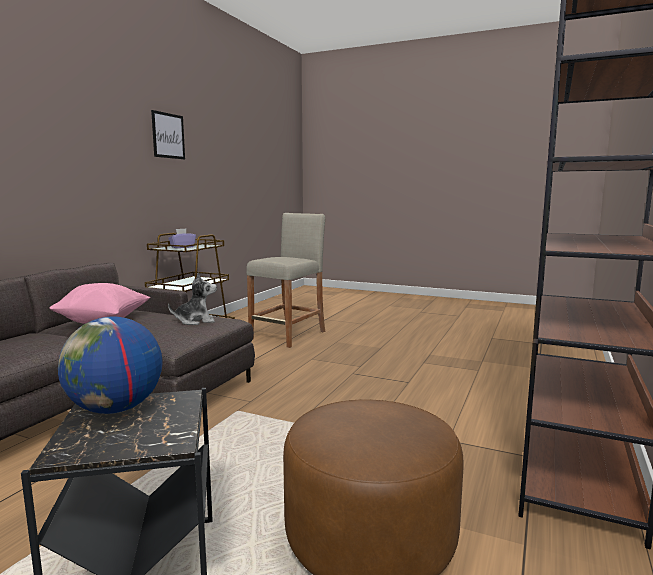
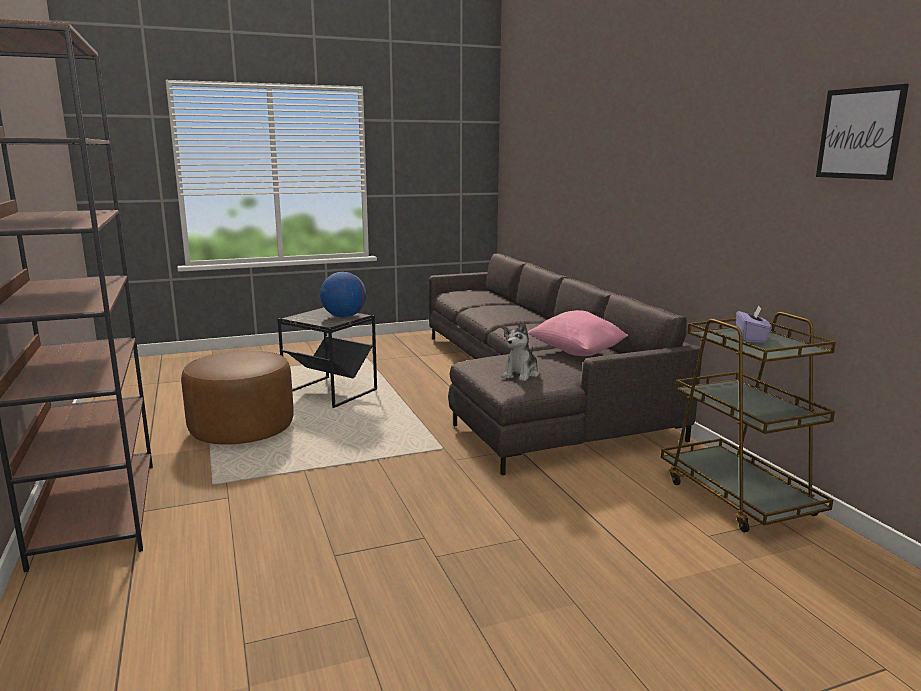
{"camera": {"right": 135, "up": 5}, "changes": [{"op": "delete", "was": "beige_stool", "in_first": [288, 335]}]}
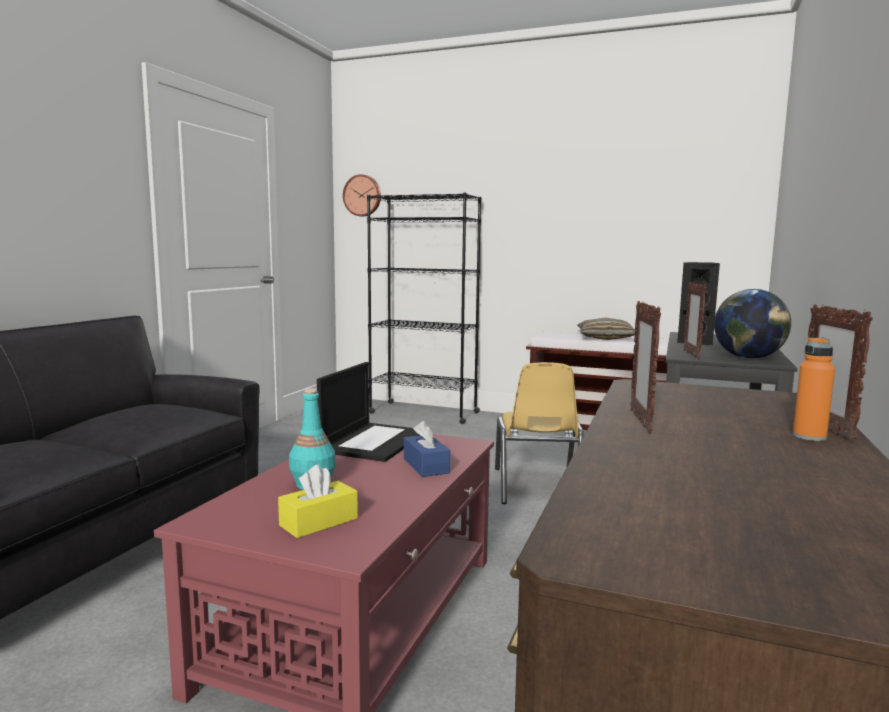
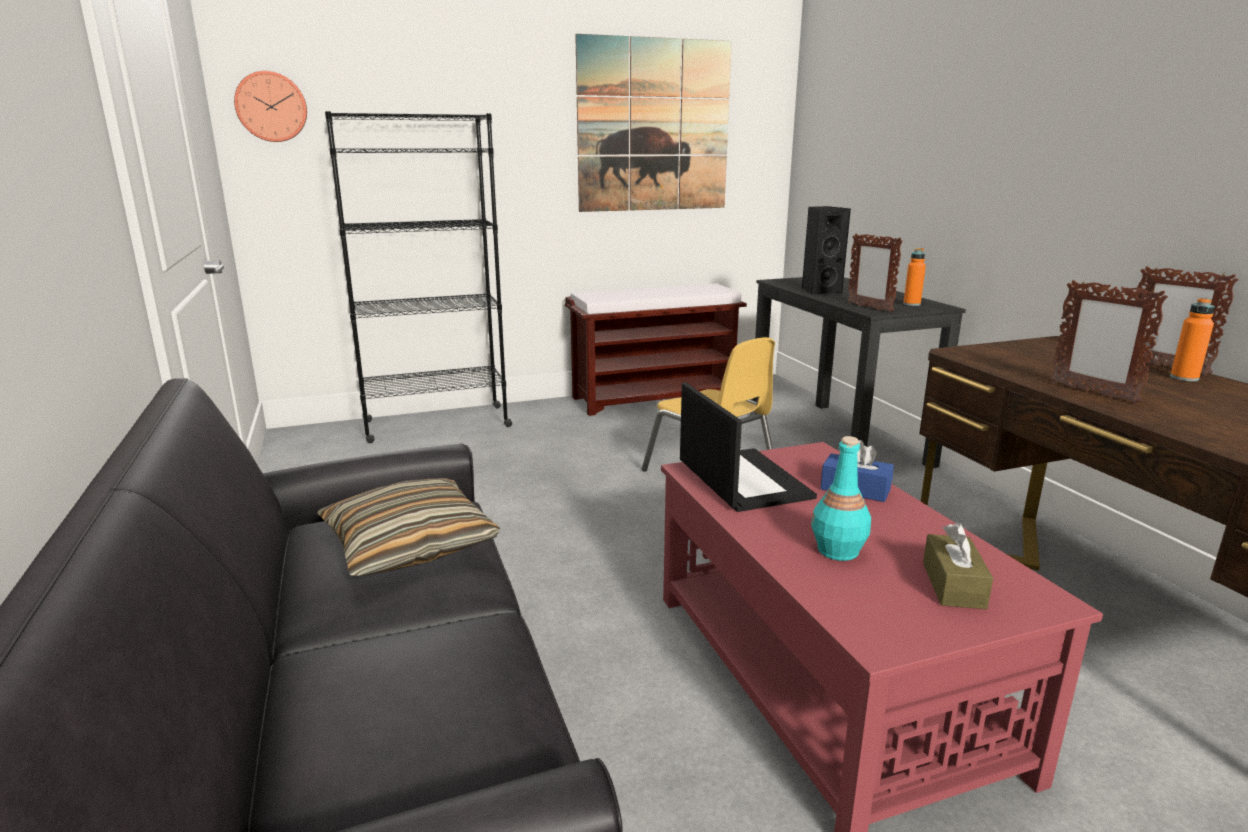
{"camera": {"right": -40, "up": 10}, "changes": [{"op": "recolor", "was": "yellow_tissue_box", "now": "brown_tissue_box", "in_first": [319, 522], "in_second": [953, 585]}, {"op": "move", "was": "pillow", "in_first": [605, 338], "in_second": [409, 544]}, {"op": "replace", "was": "globe", "now": "orange_bottle", "in_first": [748, 358], "in_second": [911, 304]}, {"op": "insert", "now": "picture", "in_second": [654, 126]}]}
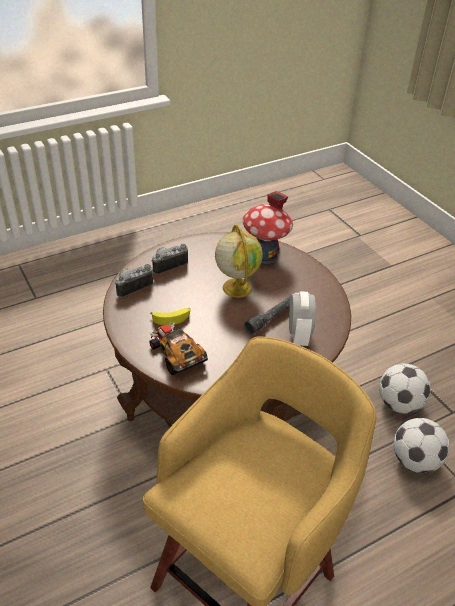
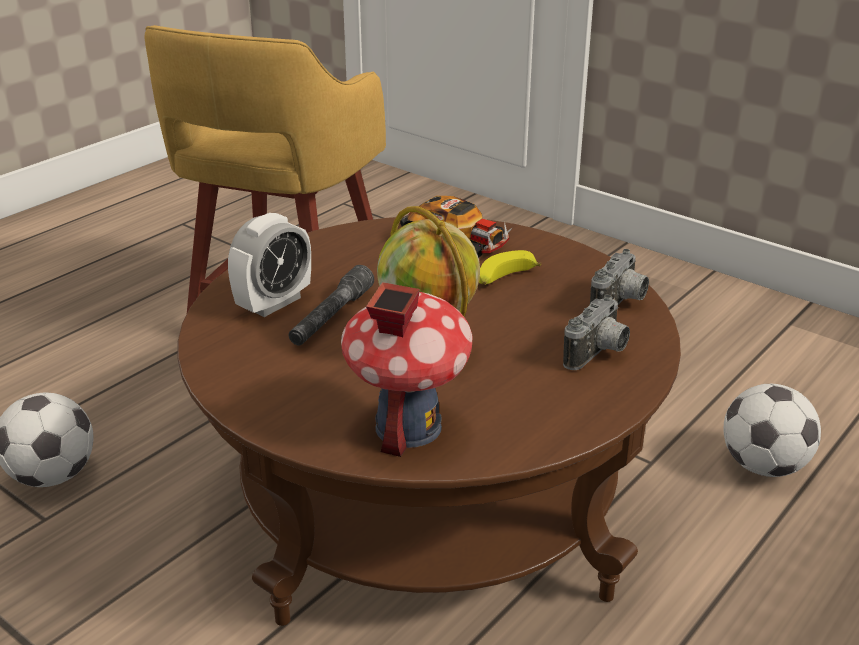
{"camera": {"right": 160, "up": -10}, "changes": [{"op": "rotate", "was": "alarm_clock", "in_first": [298, 335], "in_second": [274, 303], "clockwise": -120}, {"op": "move", "was": "football", "in_first": [399, 404], "in_second": [763, 466]}]}
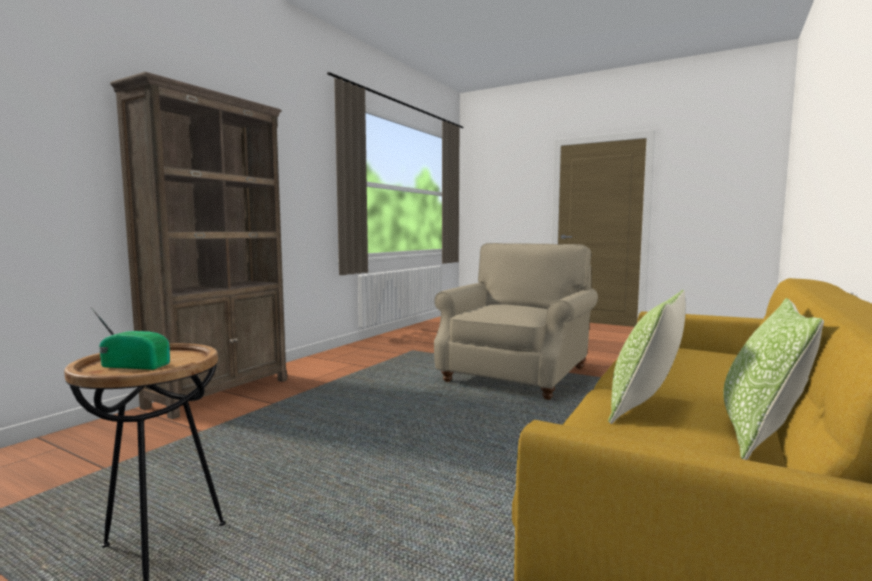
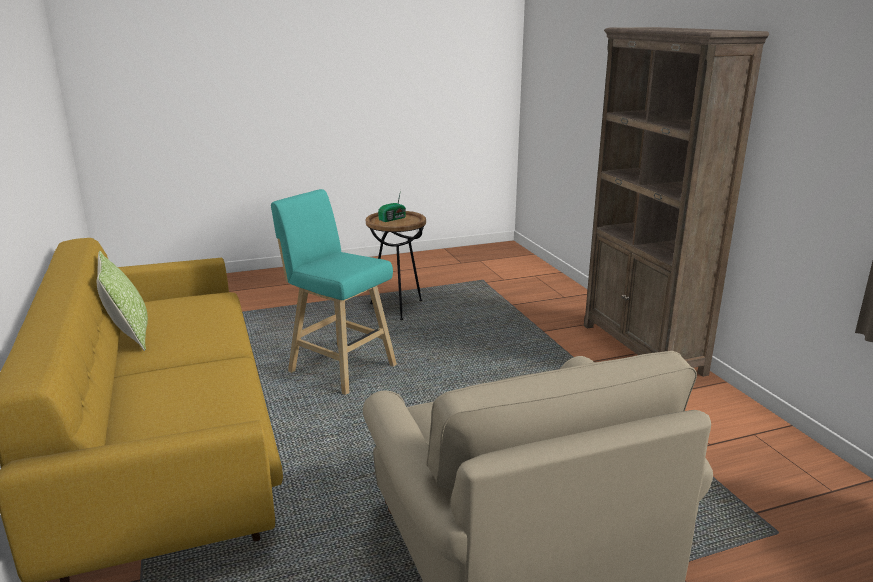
{"camera": {"right": 130, "up": 15}, "changes": [{"op": "delete", "was": "pillow", "in_first": [644, 407]}, {"op": "insert", "now": "turquoise_stool", "in_second": [339, 367]}]}
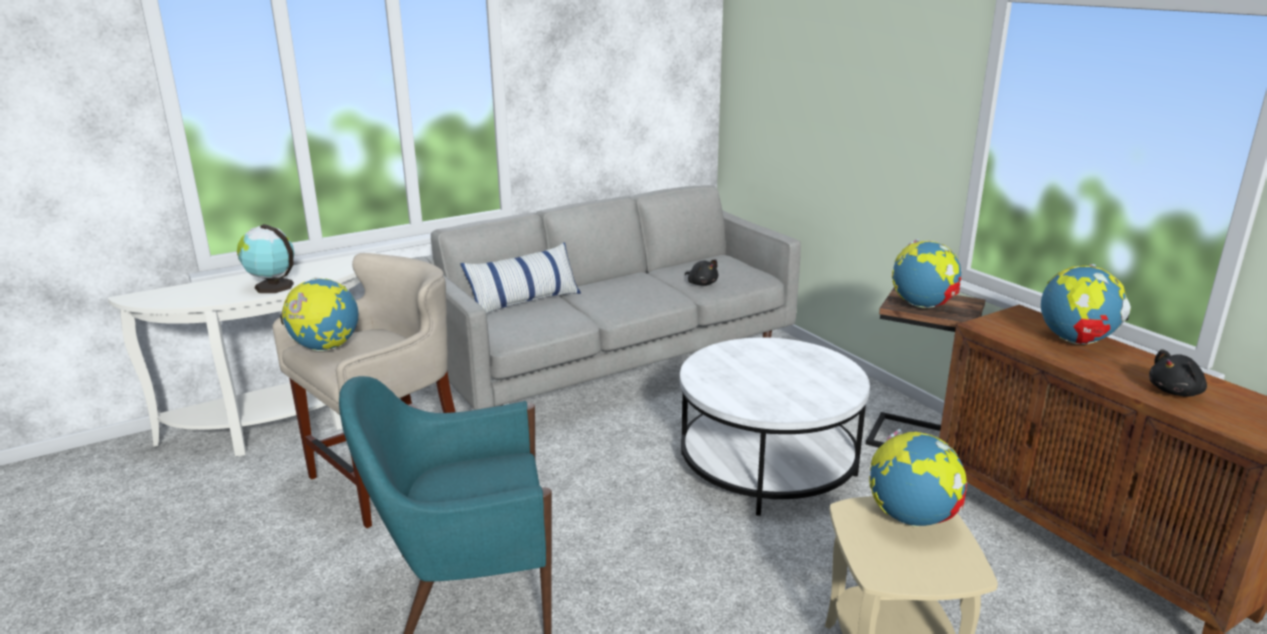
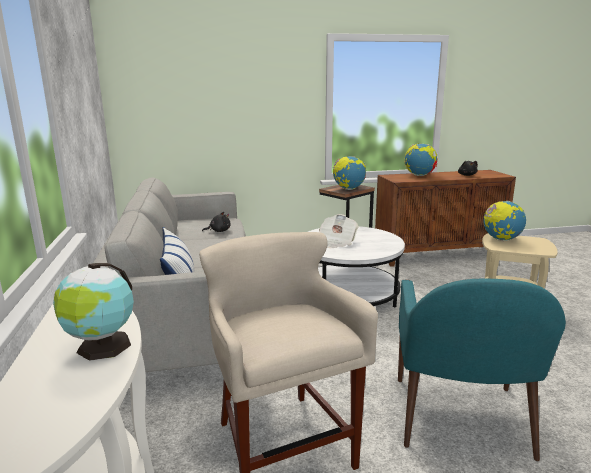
{"camera": {"right": -70, "up": -5}, "changes": [{"op": "delete", "was": "globe", "in_first": [325, 348]}, {"op": "insert", "now": "newspaper", "in_second": [337, 242]}]}
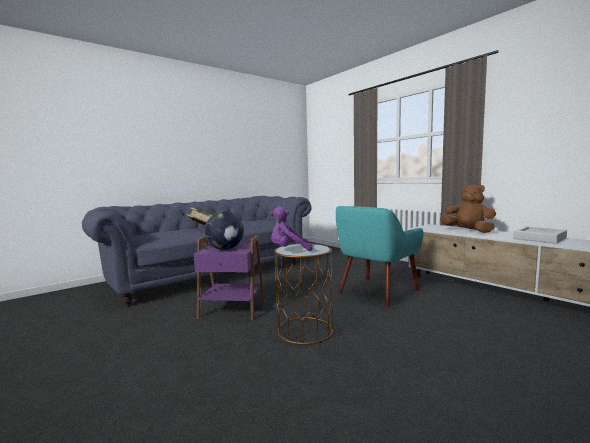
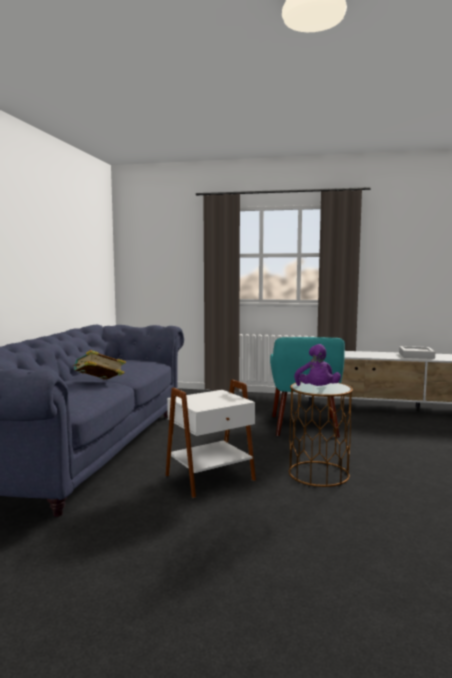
{"camera": {"right": -40, "up": 0}, "changes": [{"op": "recolor", "was": "purple_side_table", "now": "white_side_table", "in_first": [232, 310], "in_second": [211, 478]}, {"op": "delete", "was": "globe", "in_first": [225, 249]}, {"op": "rotate", "was": "purple_plush_toy", "in_first": [289, 250], "in_second": [317, 390], "clockwise": -45}, {"op": "delete", "was": "brown_plush_toy", "in_first": [468, 231]}]}
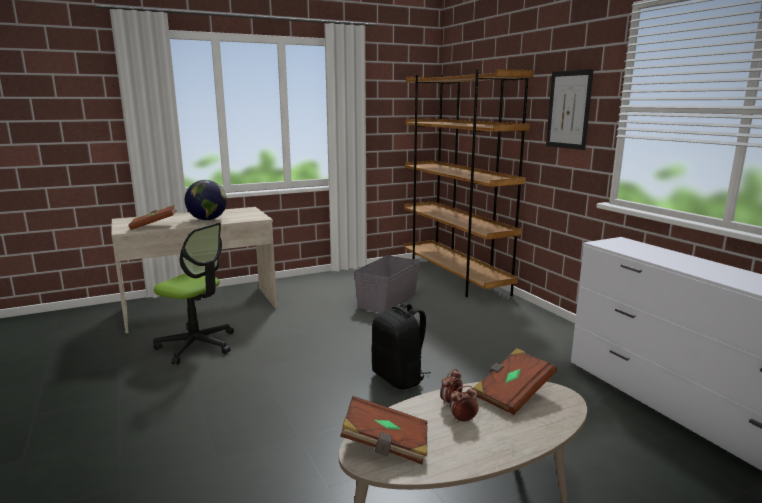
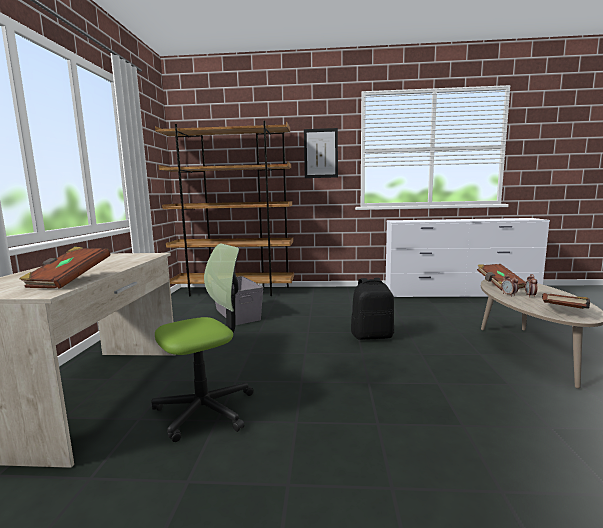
{"camera": {"right": -60, "up": -5}, "changes": [{"op": "delete", "was": "globe", "in_first": [208, 219]}]}
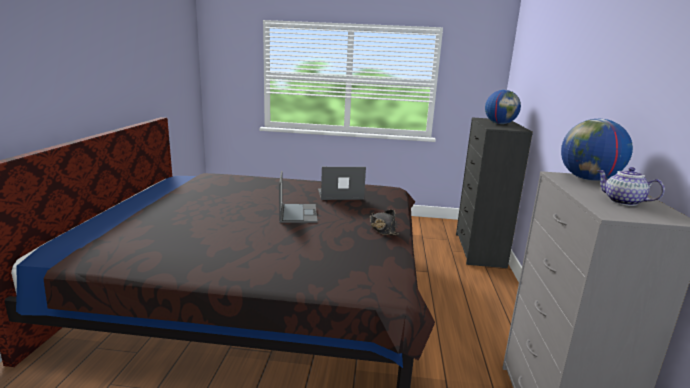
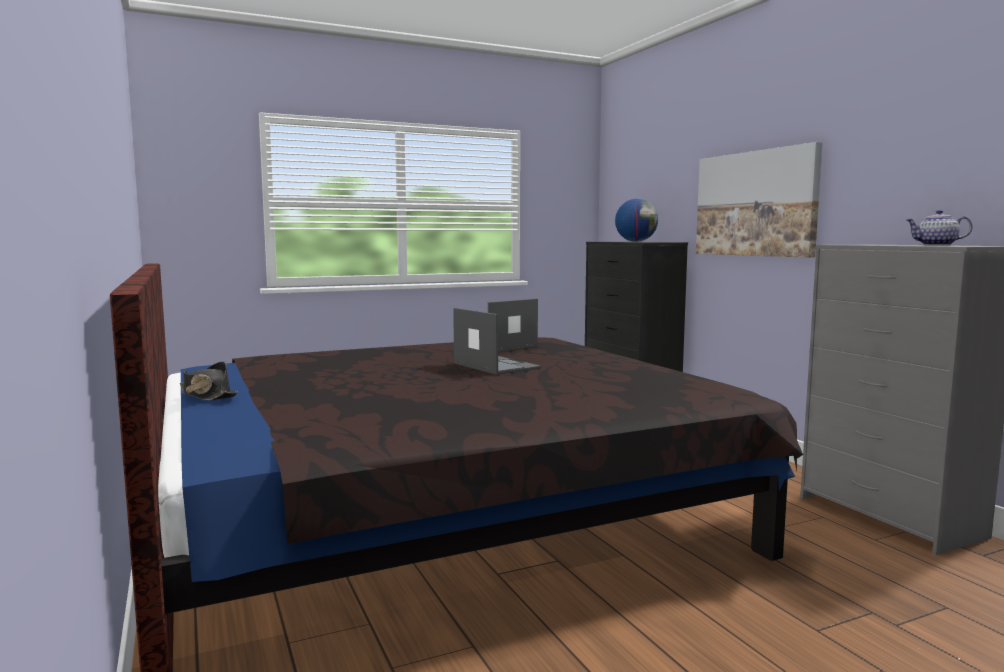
{"camera": {"right": -30, "up": -10}, "changes": [{"op": "move", "was": "black_hat", "in_first": [382, 228], "in_second": [207, 395]}, {"op": "delete", "was": "globe", "in_first": [588, 179]}, {"op": "insert", "now": "picture", "in_second": [755, 204]}]}
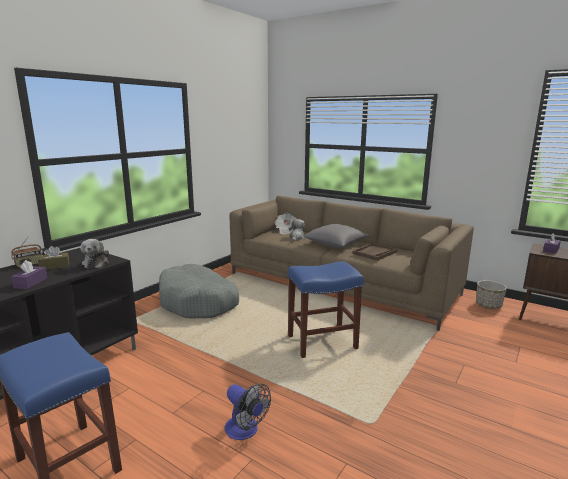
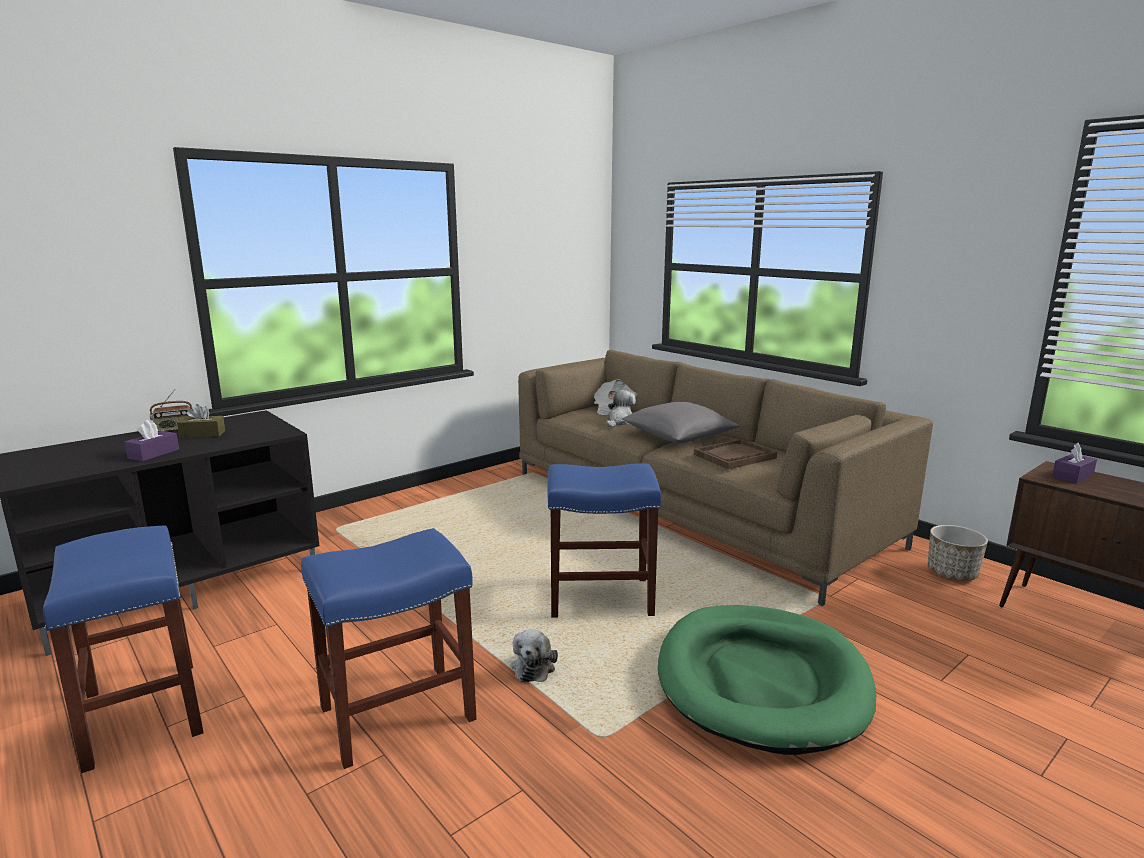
{"camera": {"right": 15, "up": 0}, "changes": [{"op": "move", "was": "plush_toy", "in_first": [96, 263], "in_second": [534, 666]}, {"op": "delete", "was": "grey_dog_bed", "in_first": [198, 302]}, {"op": "replace", "was": "fan", "now": "blue_stool", "in_first": [245, 431], "in_second": [399, 712]}, {"op": "insert", "now": "green_dog_bed", "in_second": [761, 681]}]}
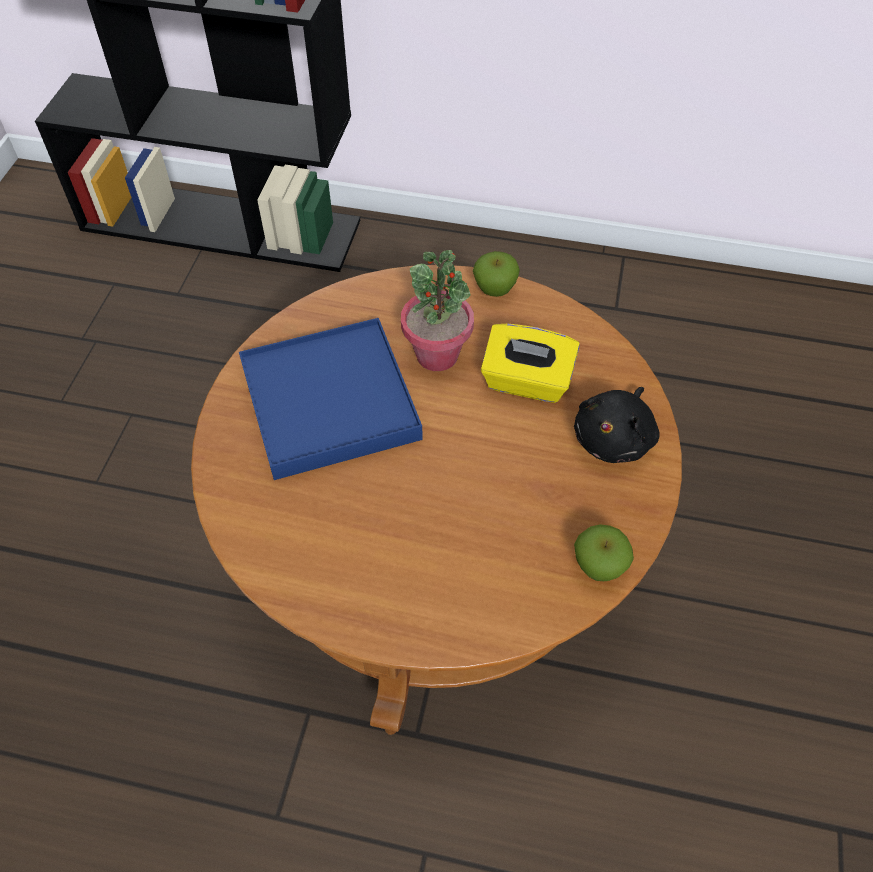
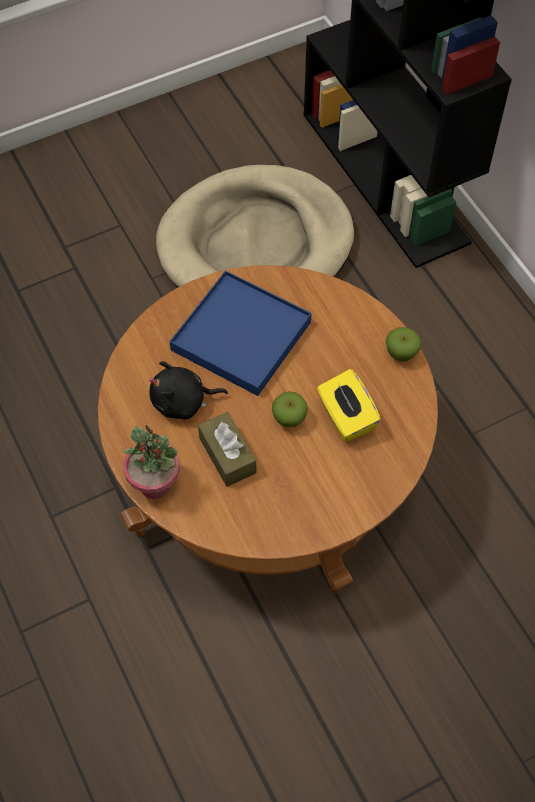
{"camera": {"right": 50, "up": 5}, "changes": [{"op": "move", "was": "potted_plant", "in_first": [437, 355], "in_second": [155, 484]}, {"op": "move", "was": "black_plush_toy", "in_first": [614, 438], "in_second": [183, 402]}, {"op": "move", "was": "apple", "in_first": [598, 567], "in_second": [289, 419]}, {"op": "insert", "now": "beige_dog_bed", "in_second": [256, 245]}, {"op": "insert", "now": "brown_tissue_box", "in_second": [227, 455]}]}
